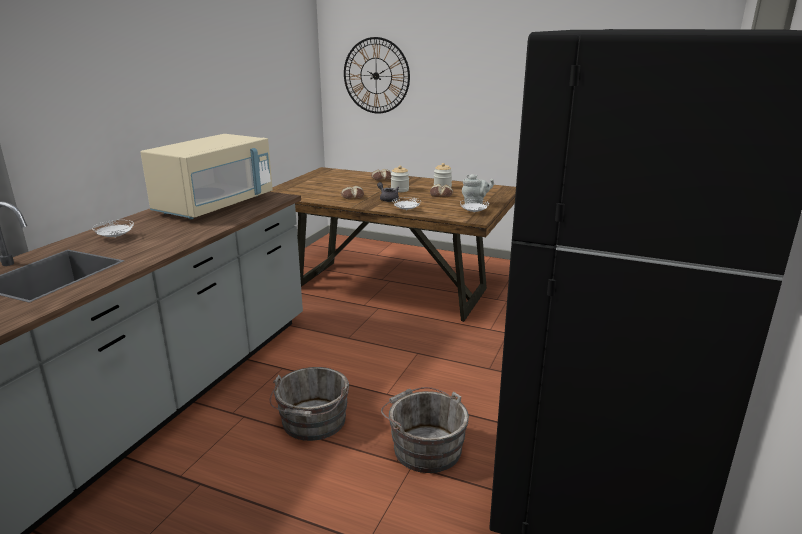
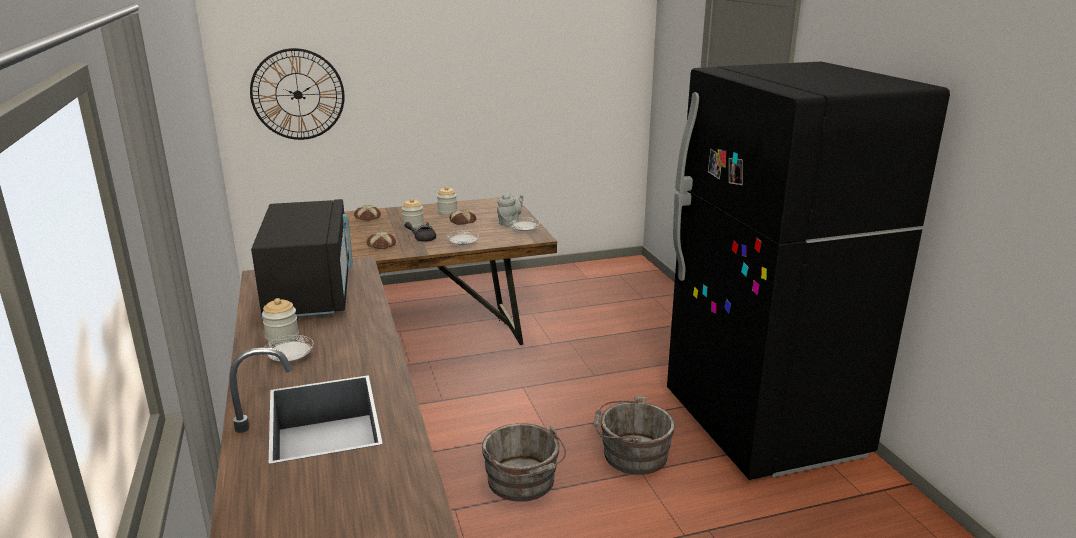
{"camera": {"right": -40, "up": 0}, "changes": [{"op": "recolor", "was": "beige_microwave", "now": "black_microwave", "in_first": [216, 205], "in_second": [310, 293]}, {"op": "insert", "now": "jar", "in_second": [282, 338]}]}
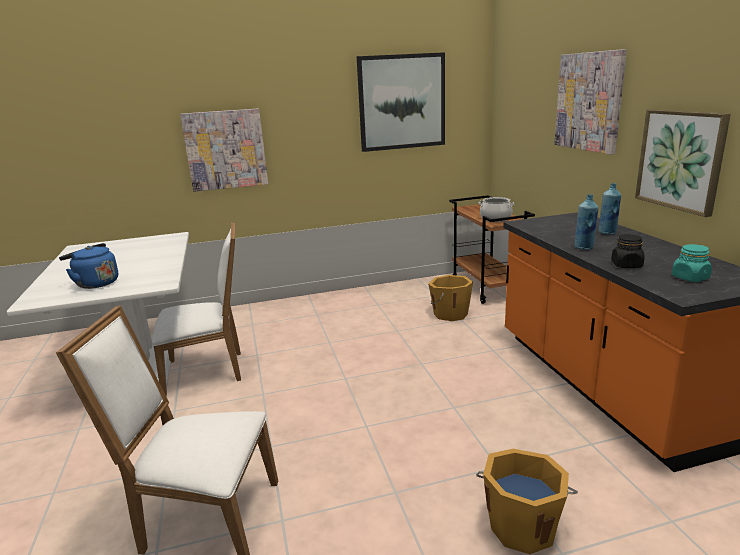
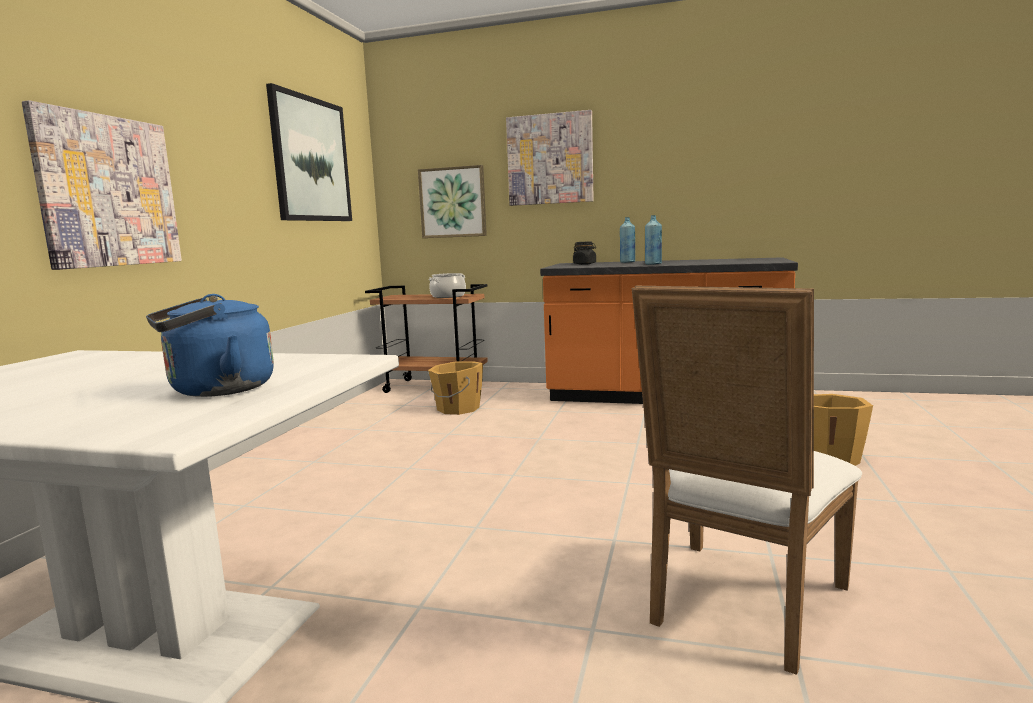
{"camera": {"right": -60, "up": -10}, "changes": [{"op": "delete", "was": "white_chair", "in_first": [209, 371]}, {"op": "move", "was": "black_jar", "in_first": [626, 265], "in_second": [584, 264]}, {"op": "move", "was": "picture", "in_first": [680, 160], "in_second": [453, 202]}, {"op": "delete", "was": "turquoise_jar", "in_first": [690, 278]}]}
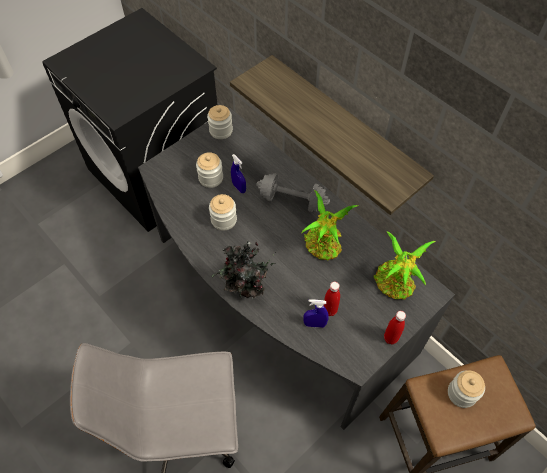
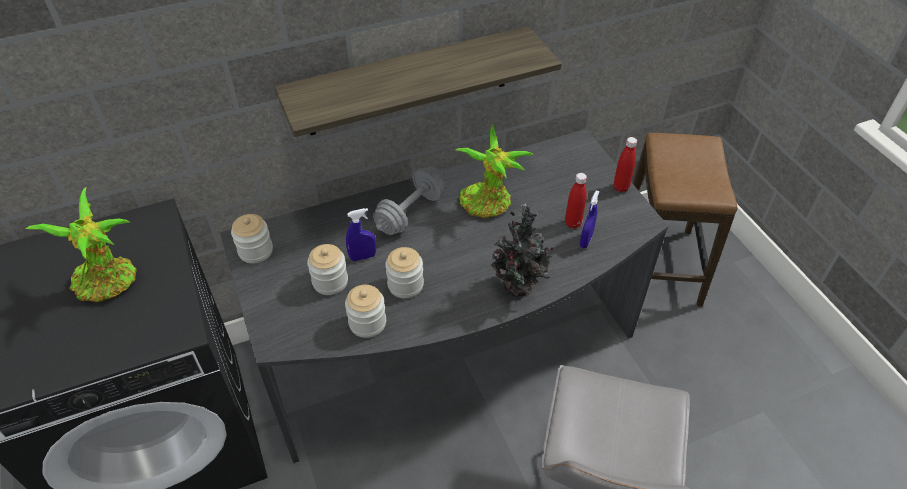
{"camera": {"right": -70, "up": -10}, "changes": [{"op": "move", "was": "potted_plant", "in_first": [395, 284], "in_second": [109, 282]}, {"op": "move", "was": "jar", "in_first": [461, 393], "in_second": [367, 323]}]}
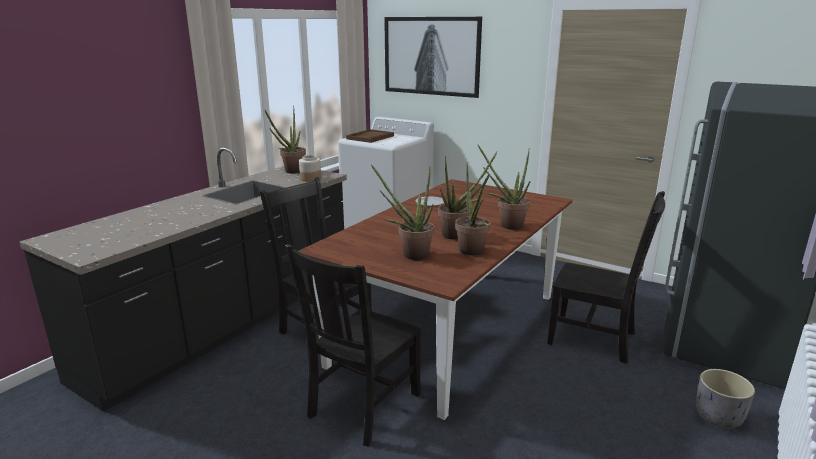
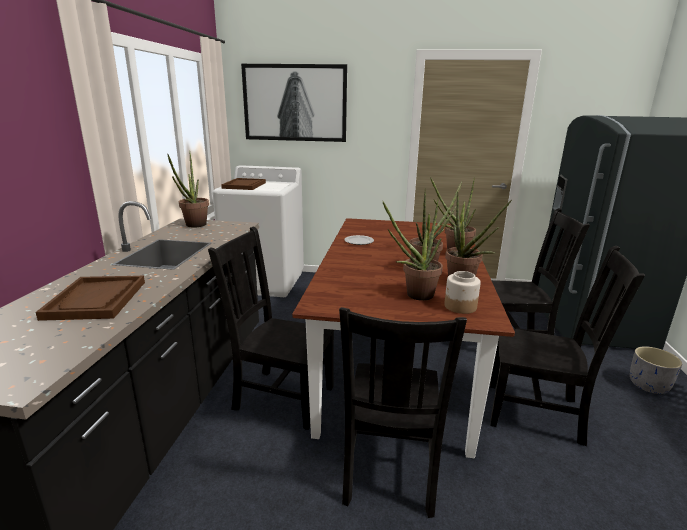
{"camera": {"right": -25, "up": 0}, "changes": [{"op": "move", "was": "jar", "in_first": [310, 179], "in_second": [460, 307]}, {"op": "insert", "now": "brown_tray", "in_second": [96, 299]}, {"op": "insert", "now": "black_chair", "in_second": [537, 413]}]}
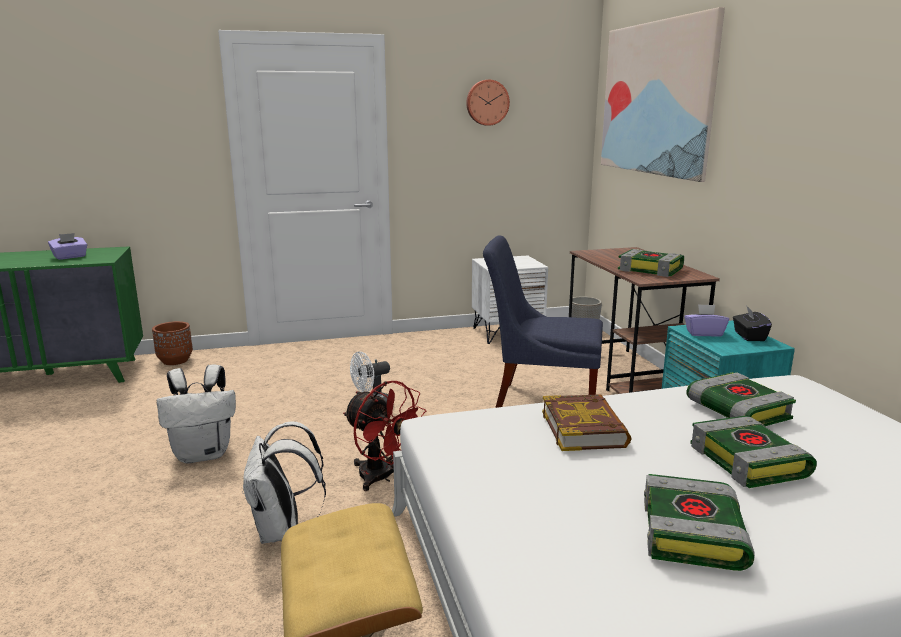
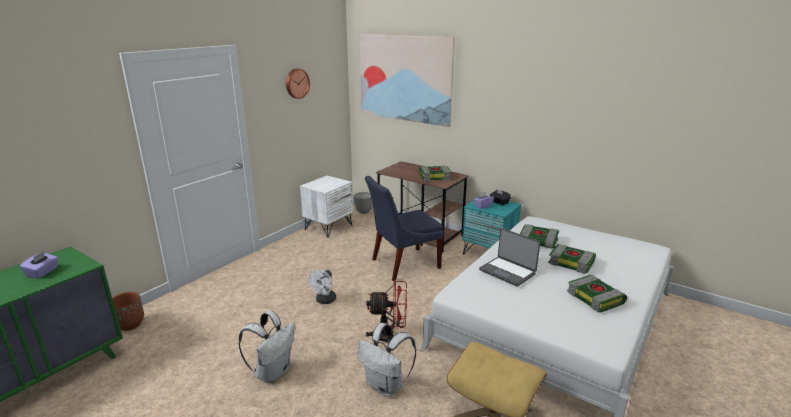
{"camera": {"right": -40, "up": 5}, "changes": [{"op": "replace", "was": "book", "now": "laptop", "in_first": [584, 429], "in_second": [508, 271]}]}
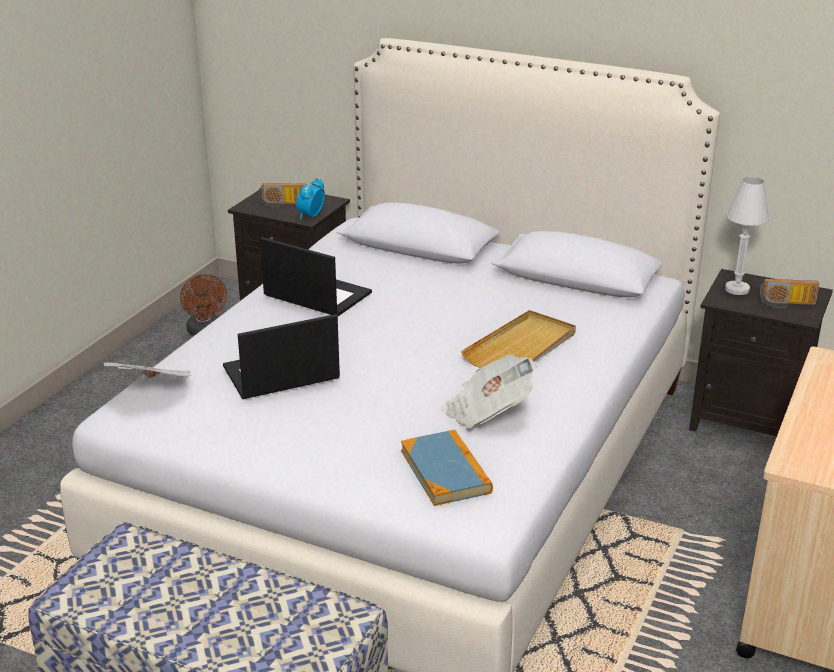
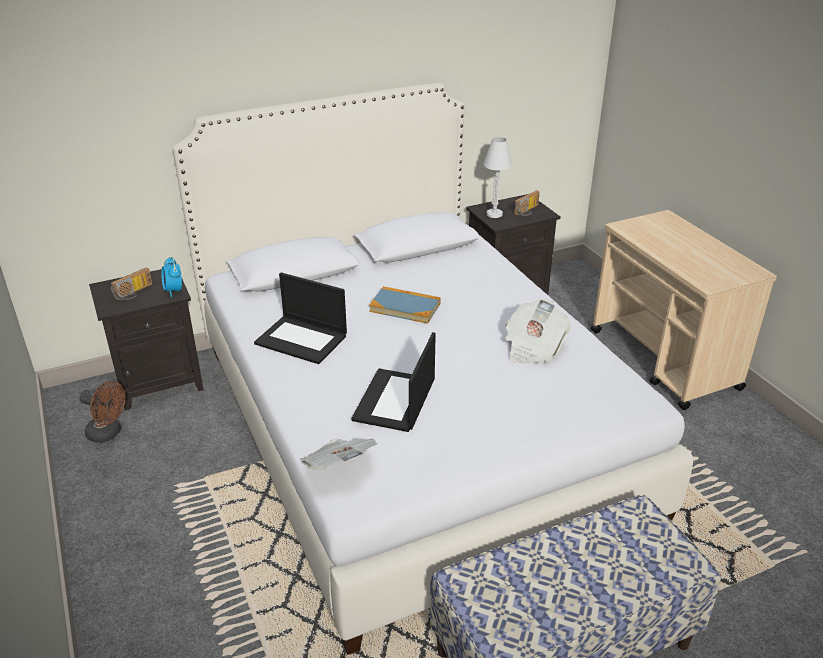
{"camera": {"right": -50, "up": 5}, "changes": [{"op": "rotate", "was": "laptop", "in_first": [316, 295], "in_second": [302, 339], "clockwise": -135}, {"op": "move", "was": "book", "in_first": [445, 471], "in_second": [405, 307]}, {"op": "delete", "was": "beige_tray", "in_first": [521, 348]}]}
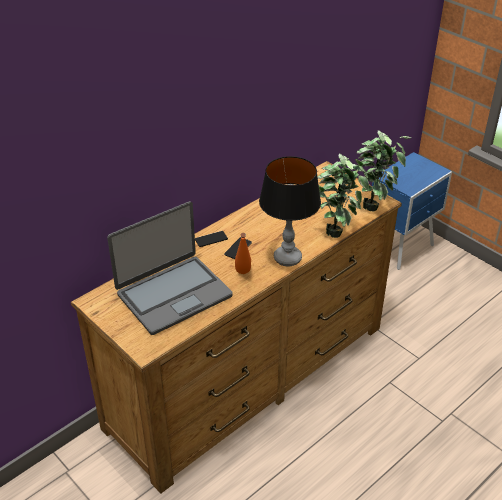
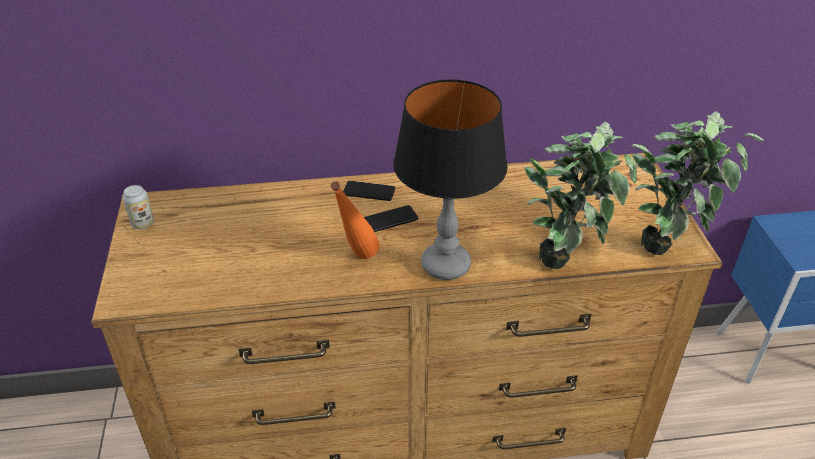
{"camera": {"right": 35, "up": 0}, "changes": [{"op": "delete", "was": "laptop", "in_first": [173, 294]}, {"op": "insert", "now": "can", "in_second": [143, 224]}]}
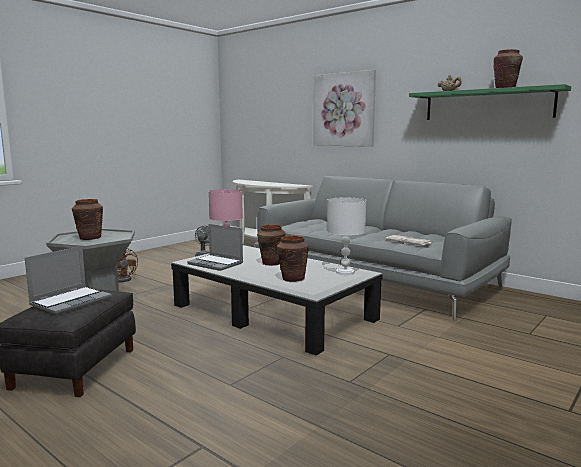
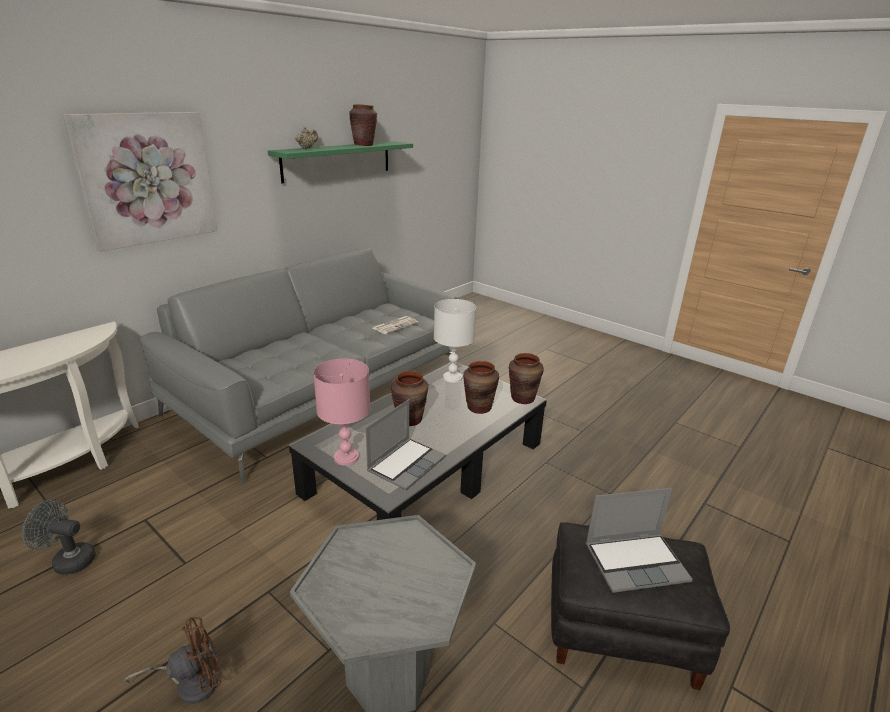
{"camera": {"right": -90, "up": 15}, "changes": [{"op": "rotate", "was": "laptop", "in_first": [71, 301], "in_second": [636, 562], "clockwise": 135}, {"op": "move", "was": "brown_vase", "in_first": [90, 238], "in_second": [522, 398]}]}
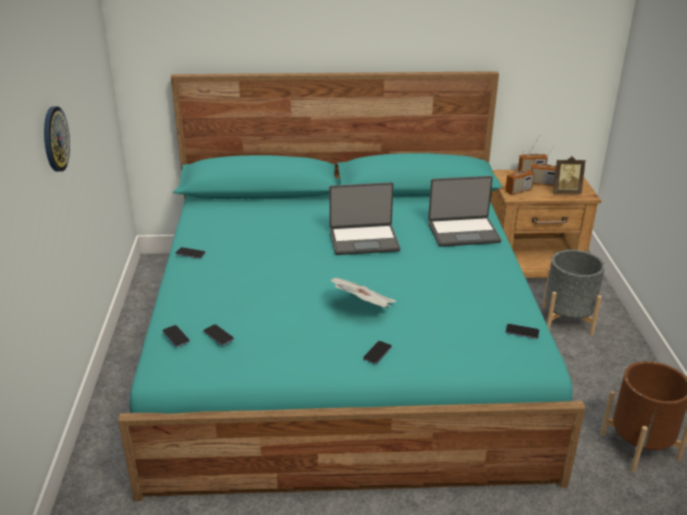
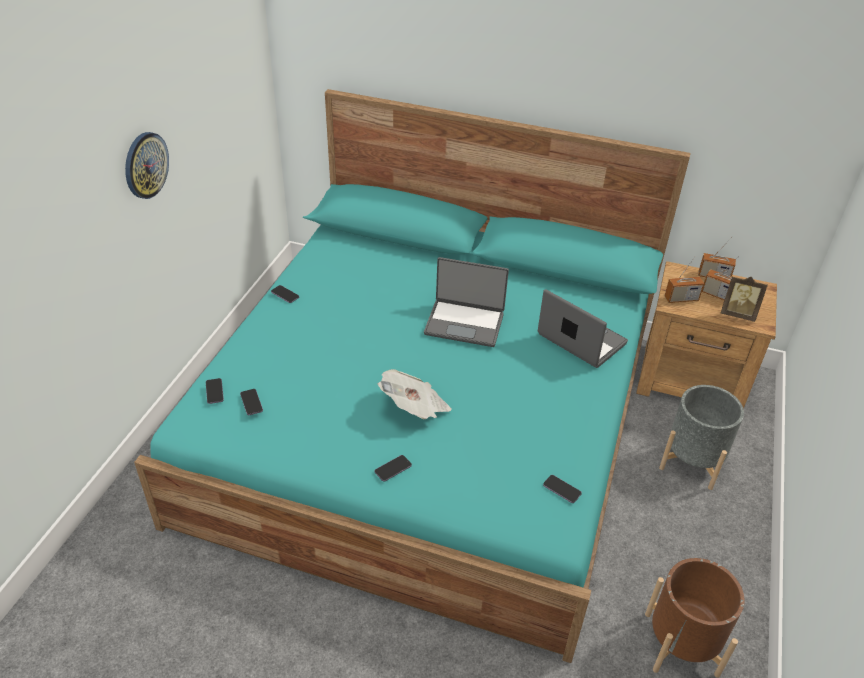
{"camera": {"right": 20, "up": 10}, "changes": [{"op": "rotate", "was": "laptop", "in_first": [463, 232], "in_second": [580, 340], "clockwise": -150}]}
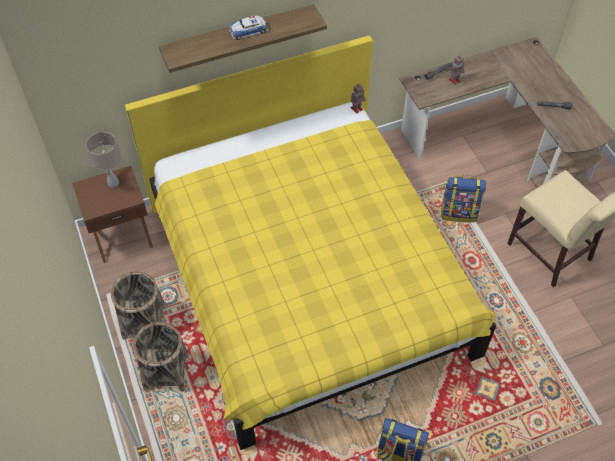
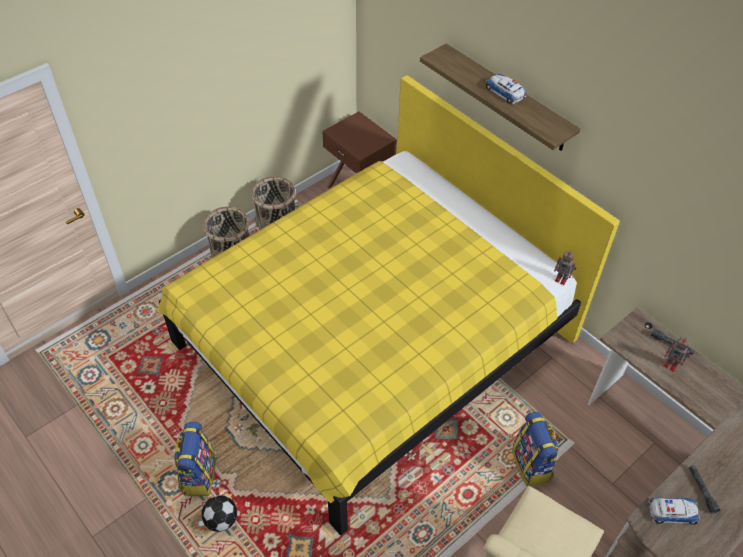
{"camera": {"right": 70, "up": -5}, "changes": [{"op": "delete", "was": "beige_table_lamp", "in_first": [113, 183]}, {"op": "insert", "now": "football", "in_second": [221, 520]}, {"op": "insert", "now": "toy_car", "in_second": [672, 512]}]}
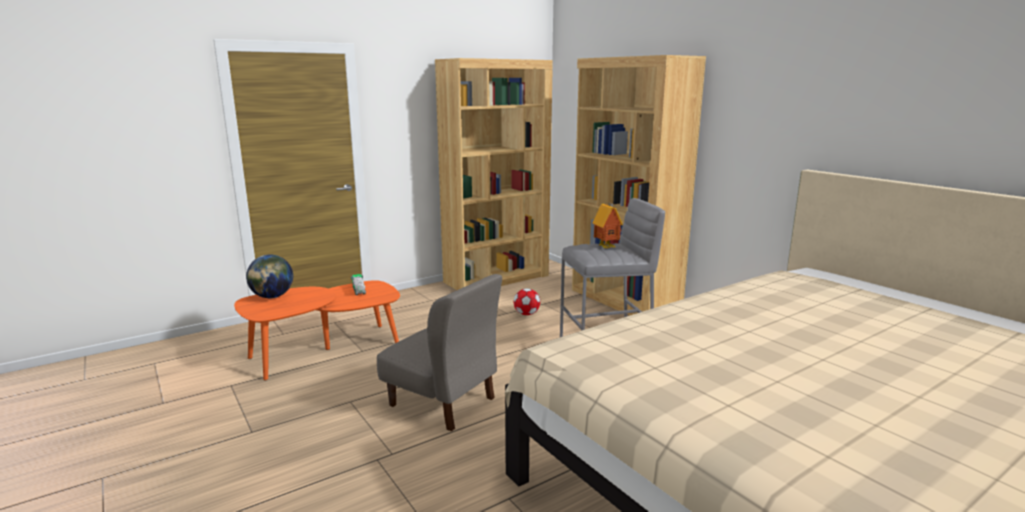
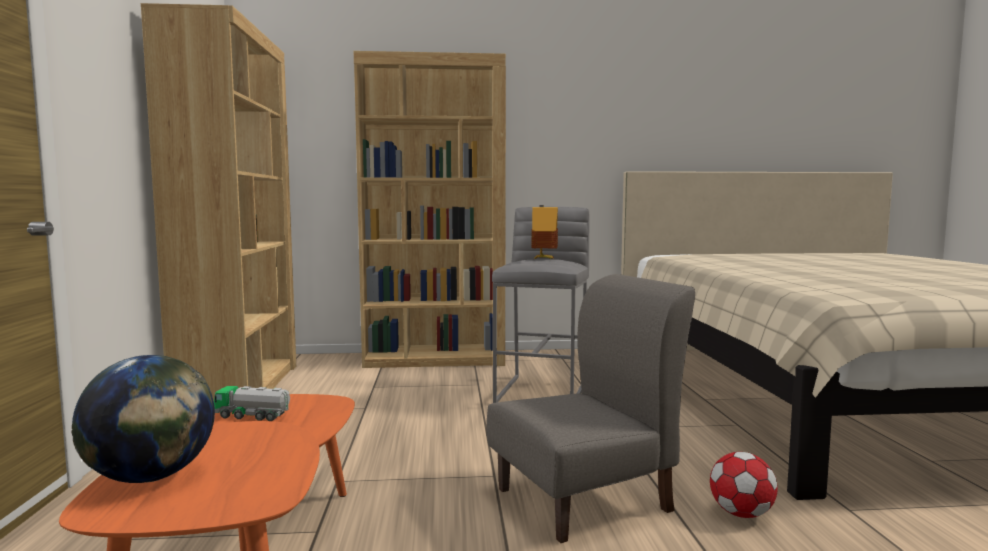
{"camera": {"right": -60, "up": -10}, "changes": [{"op": "move", "was": "football", "in_first": [526, 314], "in_second": [741, 514]}]}
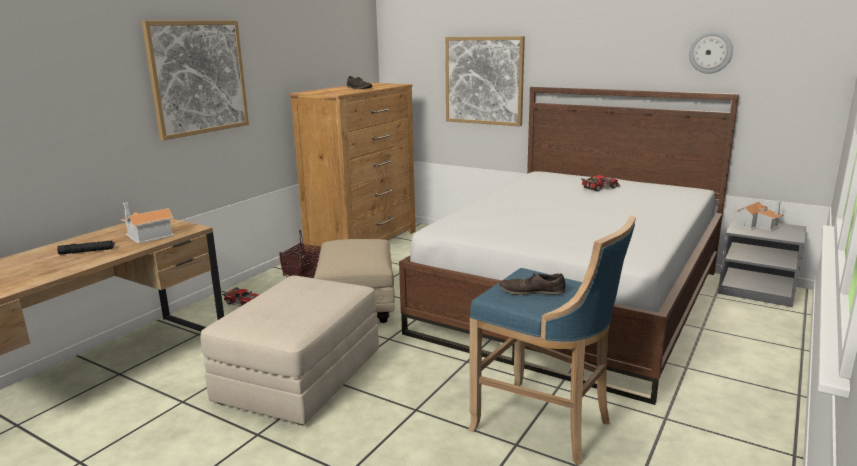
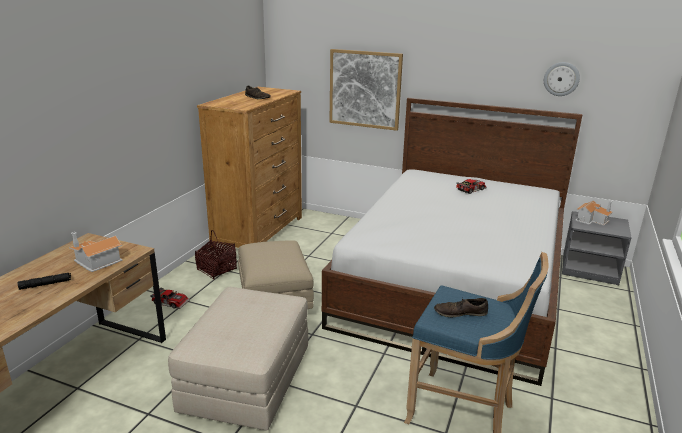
{"camera": {"right": -10, "up": 5}, "changes": [{"op": "delete", "was": "picture", "in_first": [198, 77]}]}
